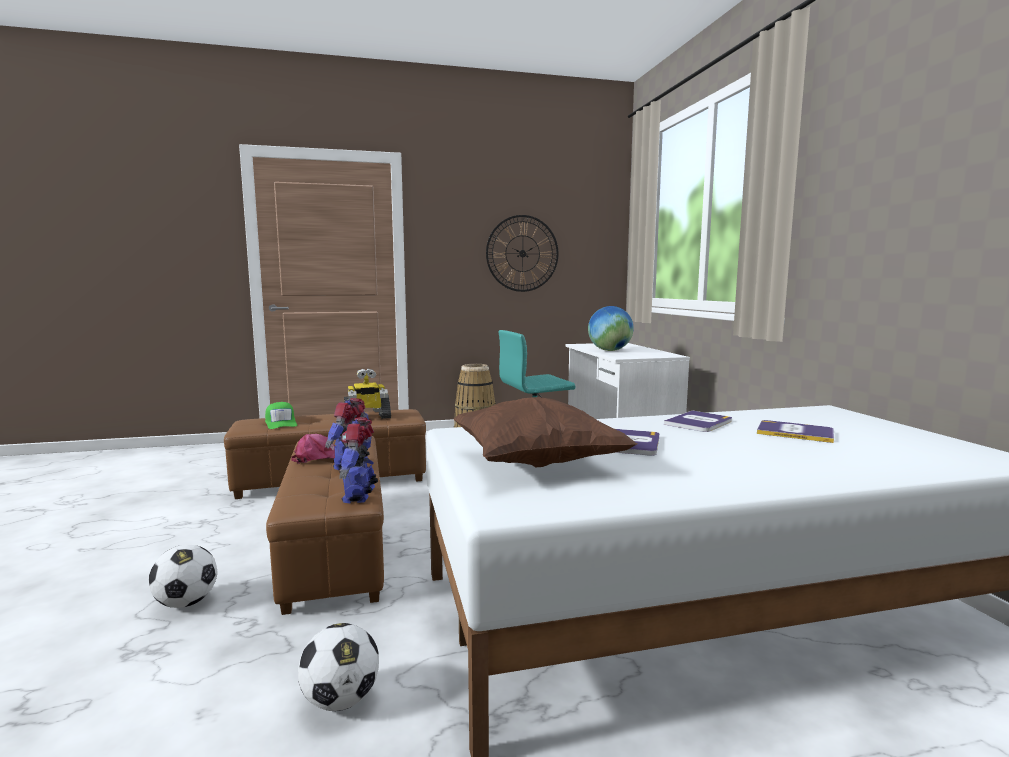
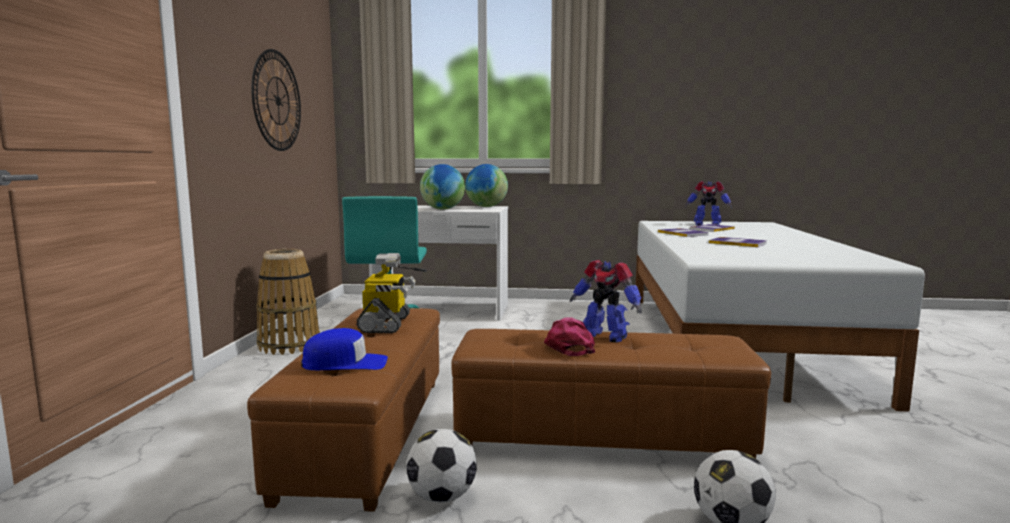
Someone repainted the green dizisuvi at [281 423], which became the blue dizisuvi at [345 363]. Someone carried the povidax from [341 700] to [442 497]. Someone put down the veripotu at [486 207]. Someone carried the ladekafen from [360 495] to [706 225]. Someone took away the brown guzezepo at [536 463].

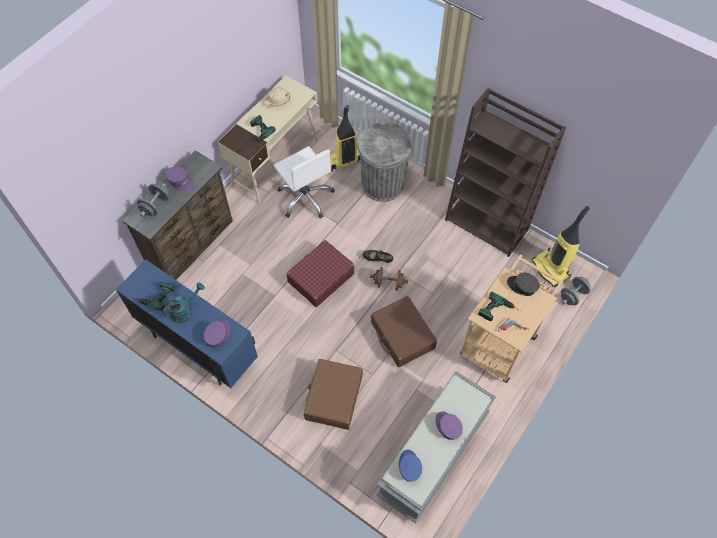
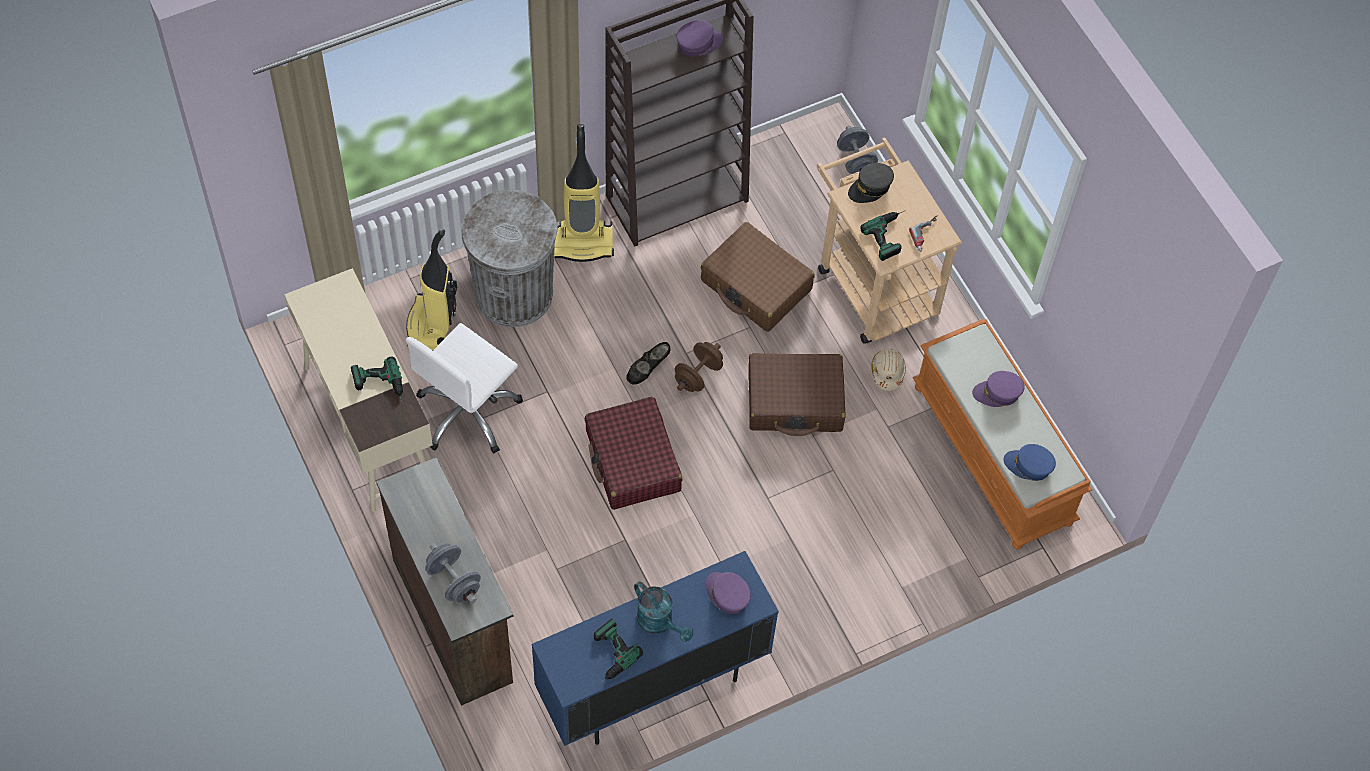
Someone rotated the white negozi at [306 197] by 135 degrees clockwise. Someone carried the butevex from [551 269] to [583 242]. Someone rotated the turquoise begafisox at [185 310] by 150 degrees clockwise. Someone carried the purple dizisuvi from [180 182] to [698 43]. Someone carried the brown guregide from [333 398] to [756 286]. Someone carried the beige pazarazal from [277 100] to [887 372]. Someone repainted the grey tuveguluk at [433 455], which became the orange tuveguluk at [994 455].

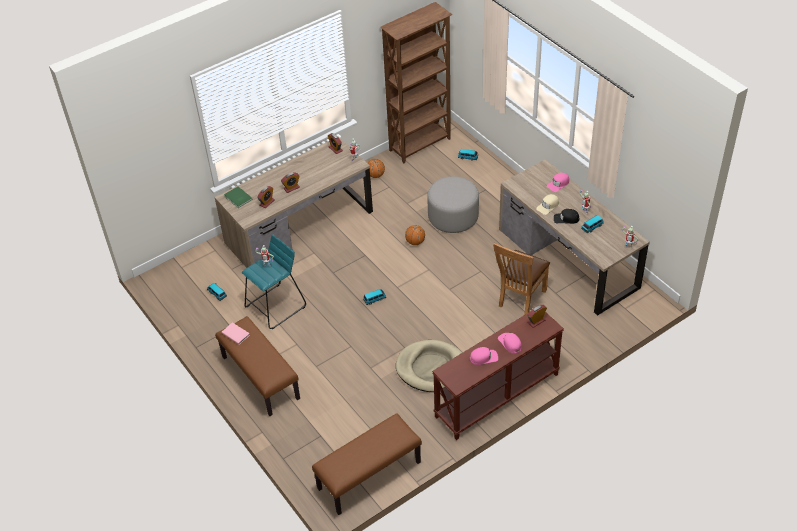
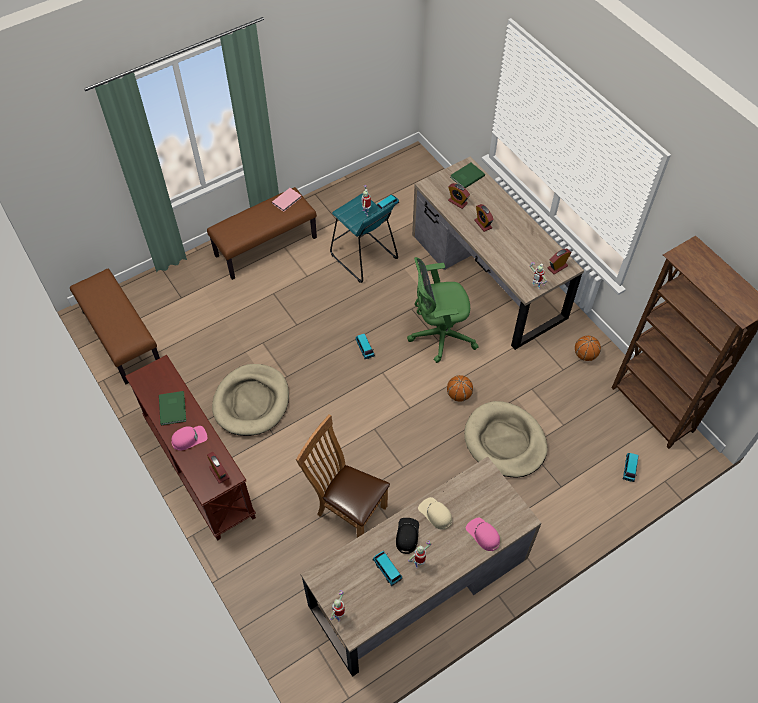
Someone swapped the pink dizisuvi at [483 357] for the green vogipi at [173 408]. Someone put down the green negozi at [439 335]. Someone swapped the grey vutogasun at [453 217] for the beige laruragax at [505 441].

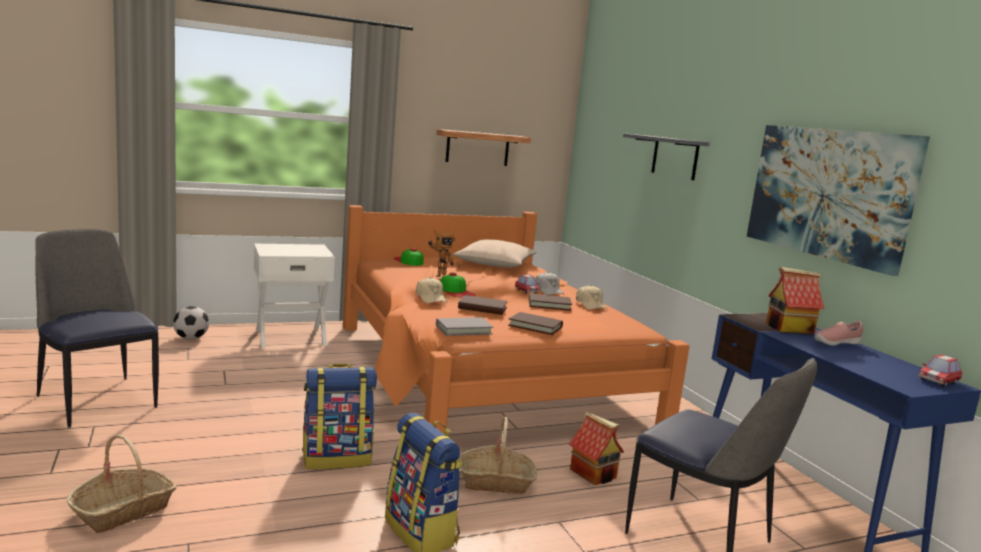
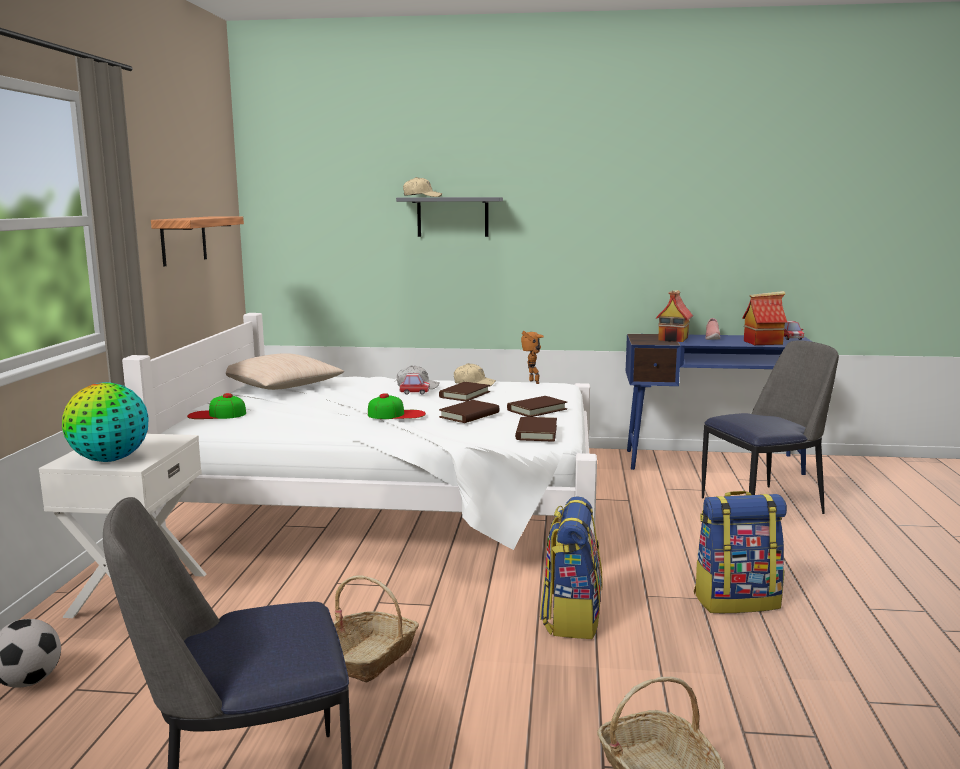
Someone put down the veripotu at [110 460]. Someone repainted the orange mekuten at [485 373], which became the white mekuten at [396 504]. Someone carried the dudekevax from [496 481] to [370 657]. Someone carried the beige dizisuvi from [431 298] to [422 197]. Someone repainted the grey vogipi at [463 329], which became the brown vogipi at [536 433]. Someone carried the ladekafen from [439 275] to [532 382]. Someone carried the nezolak from [594 473] to [763 342]. Someone took away the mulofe at [828 193].

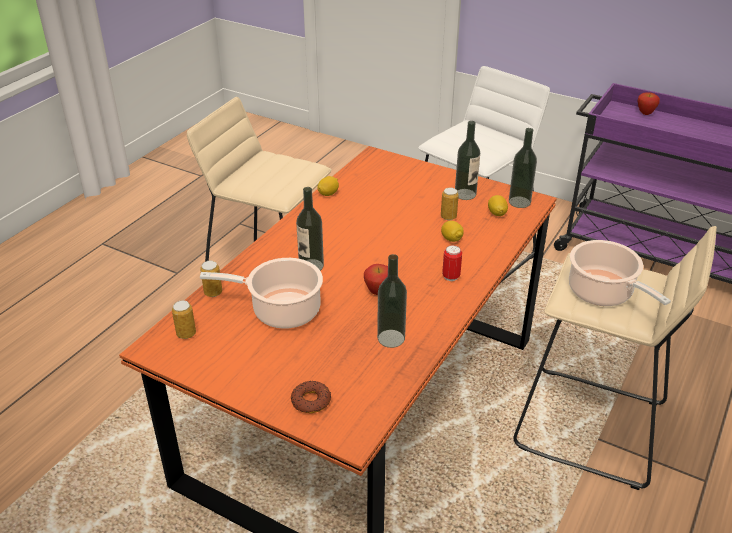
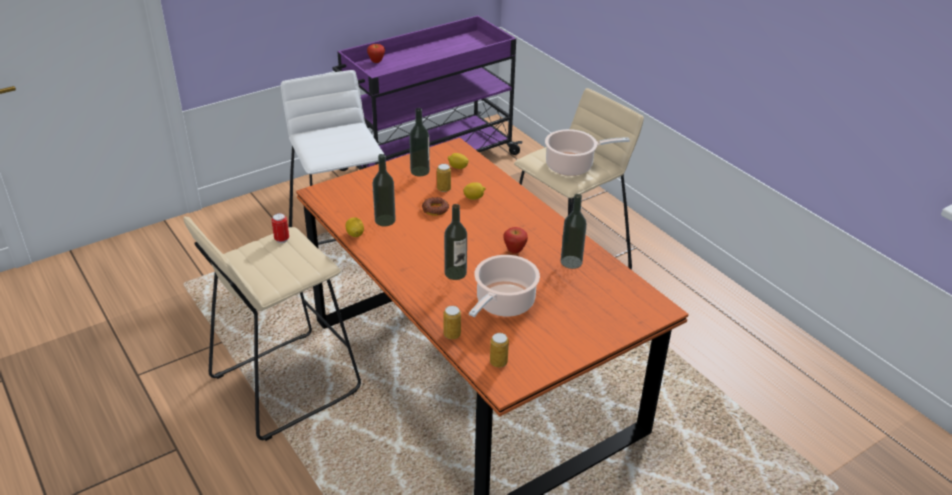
Someone carried the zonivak from [451 277] to [282 239]. Someone carried the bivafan from [519 202] to [385 220]. Someone carried the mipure from [310 401] to [435 209].

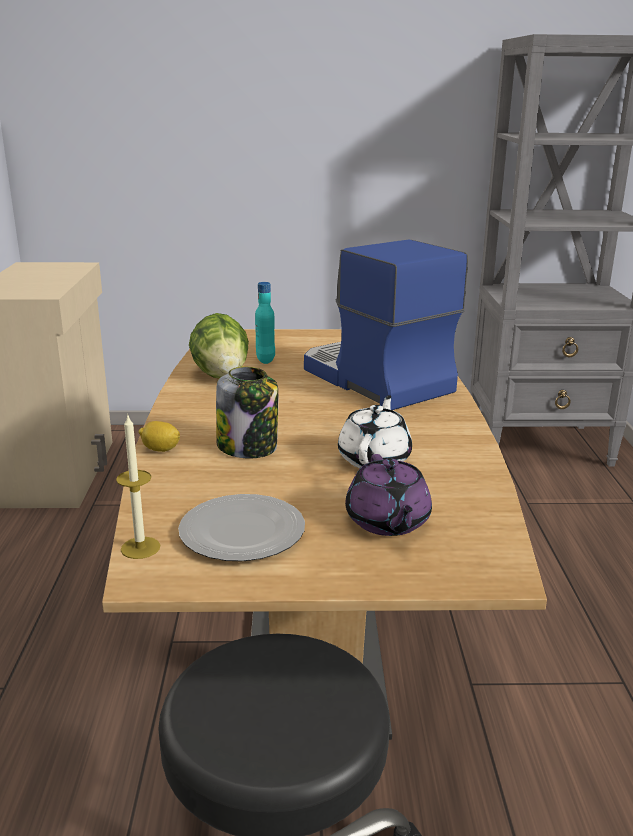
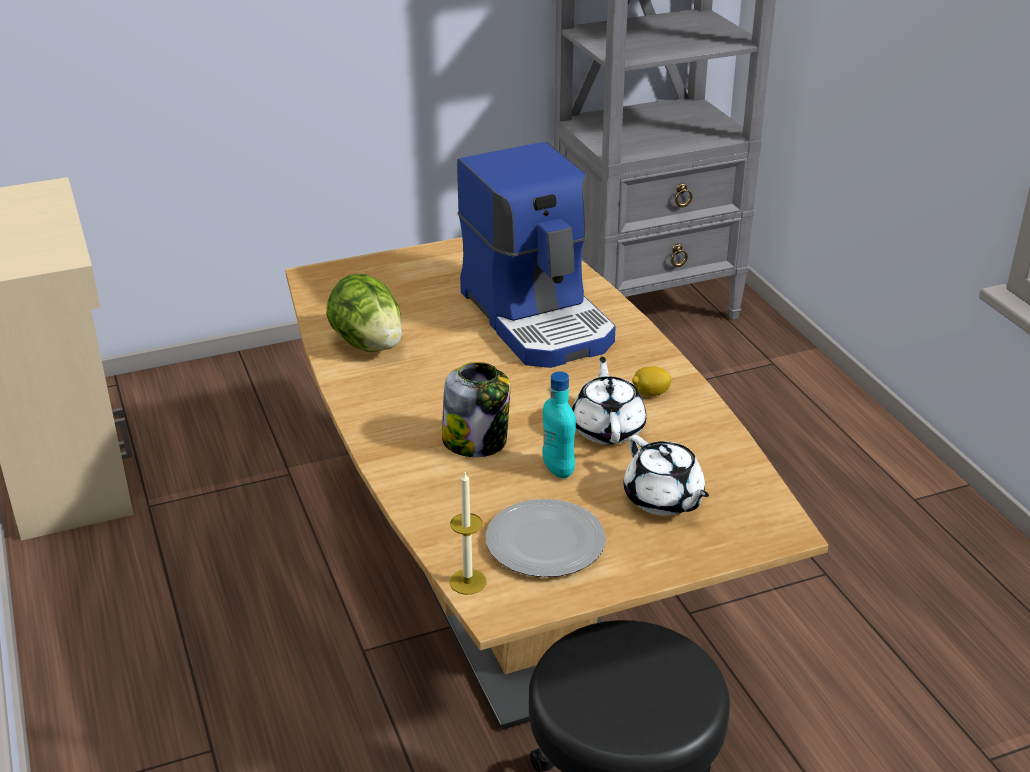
Someone rotated the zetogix at [373 380] by 150 degrees counterclockwise. Someone carried the turquoise bivafan from [265 360] to [558 469]. Someone repainted the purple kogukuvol at [387 522], which became the white kogukuvol at [664 500]. Someone carried the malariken from [160 450] to [650 393].

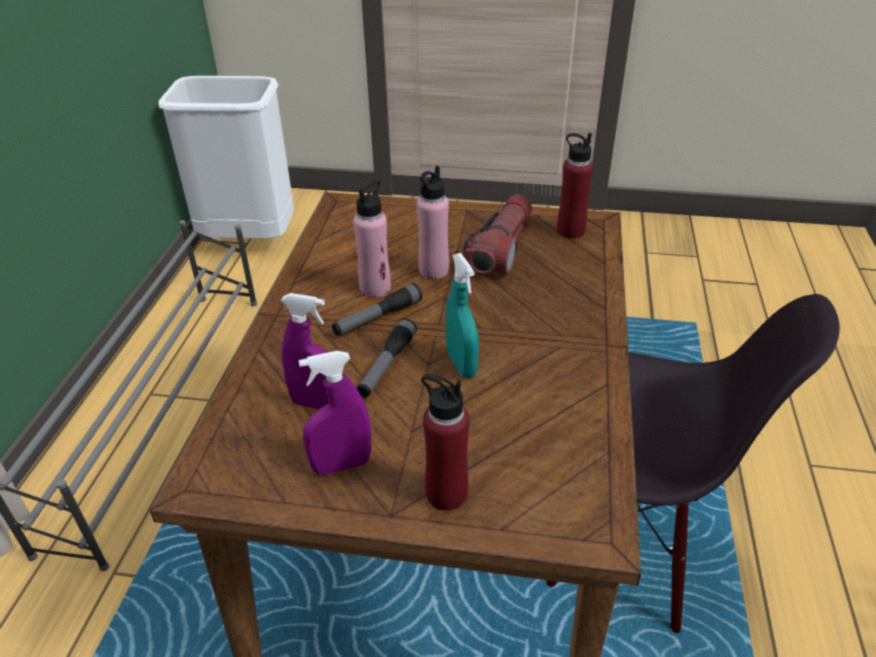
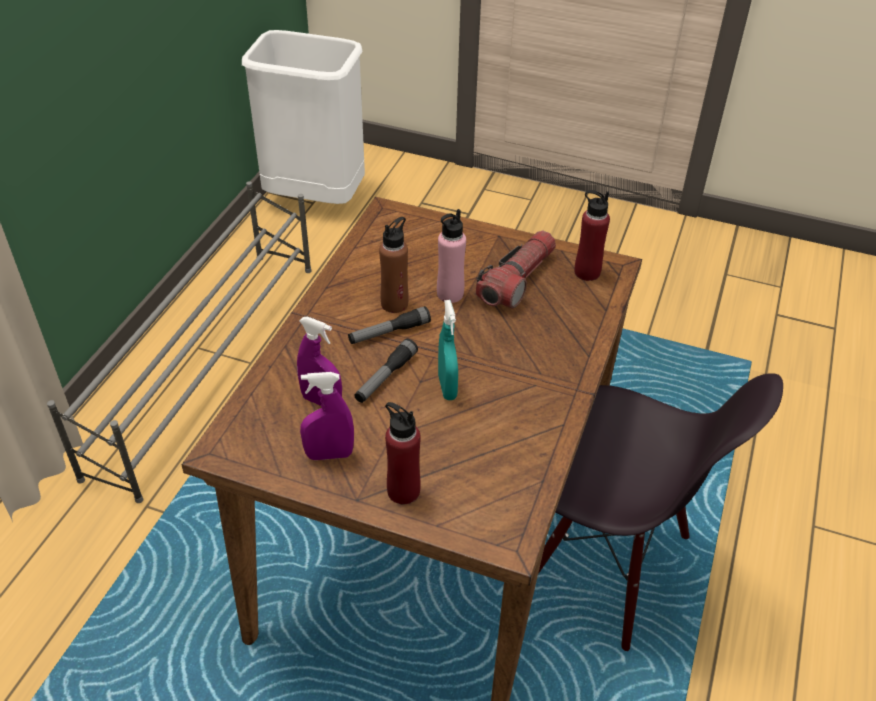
Someone repainted the pink bivafan at [375 288], which became the brown bivafan at [394 304].

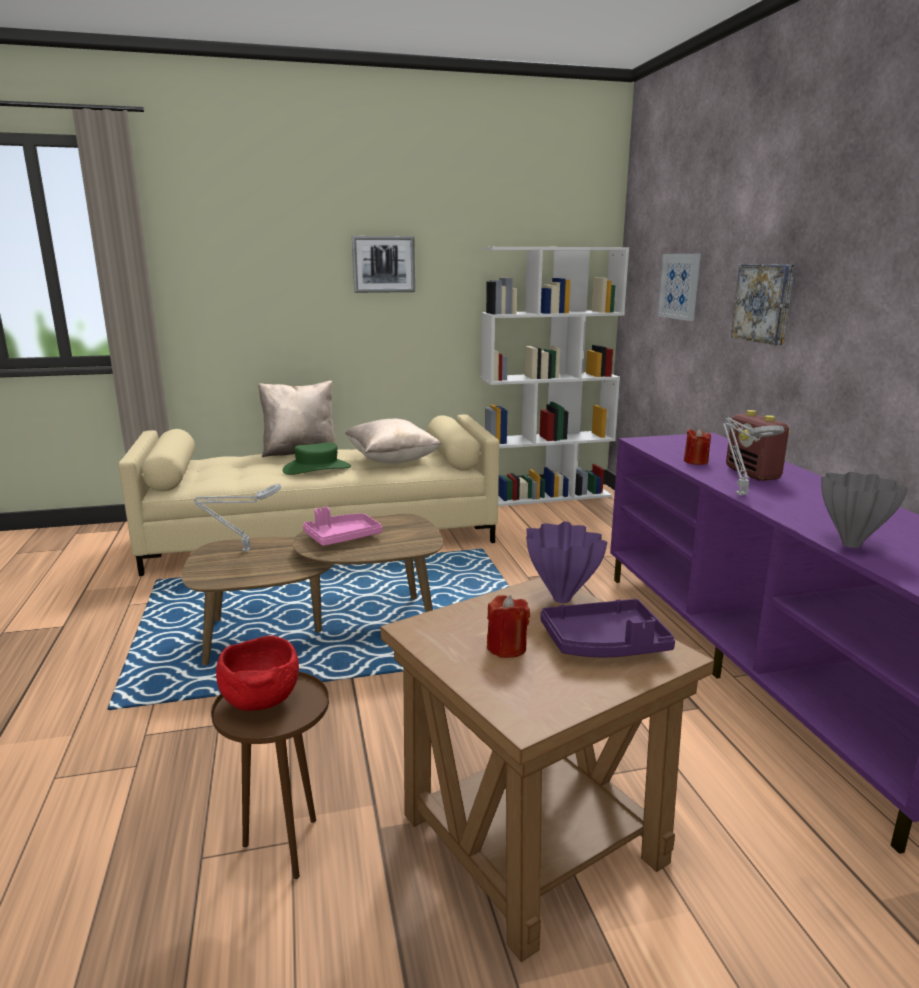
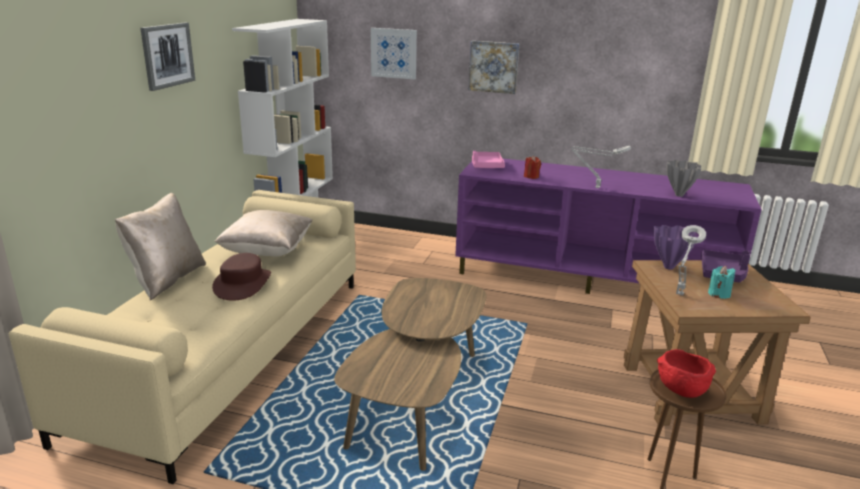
Someone repainted the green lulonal at [317 468], which became the brown lulonal at [242 284]. Someone carried the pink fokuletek from [342 537] to [486 166]. Someone carried the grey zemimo from [243 550] to [679 295]. Someone repainted the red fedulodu at [506 648], which became the turquoise fedulodu at [719 294]. Someone took away the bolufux at [753 474].

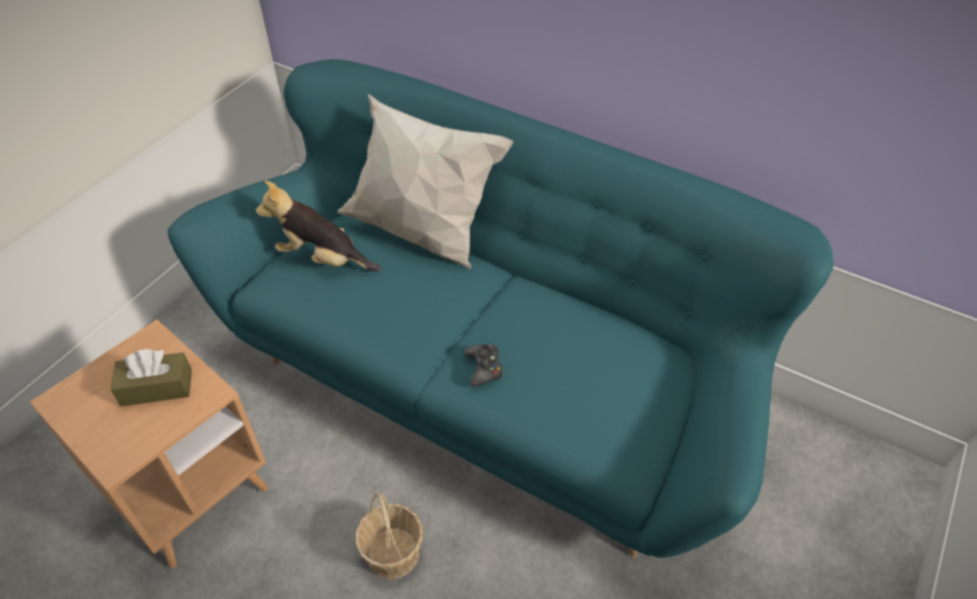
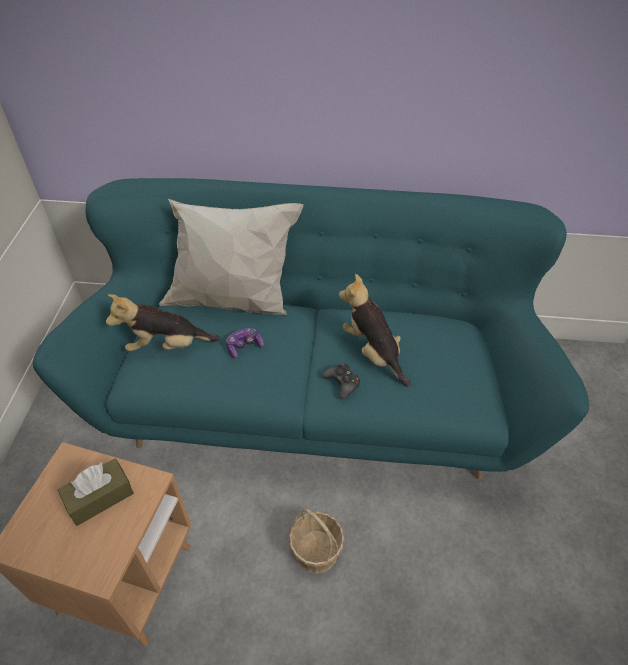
Someone put down the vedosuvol at [244 346]. Someone put down the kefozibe at [373 352].

